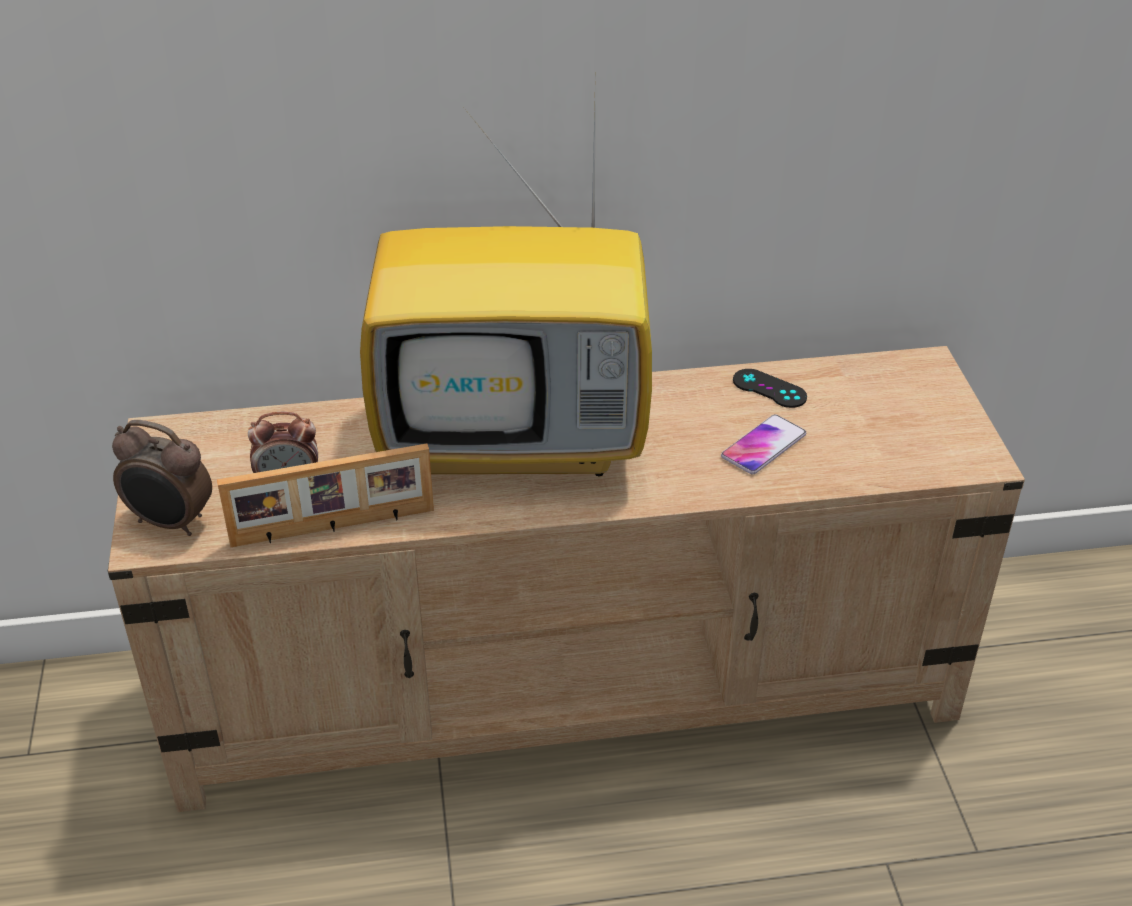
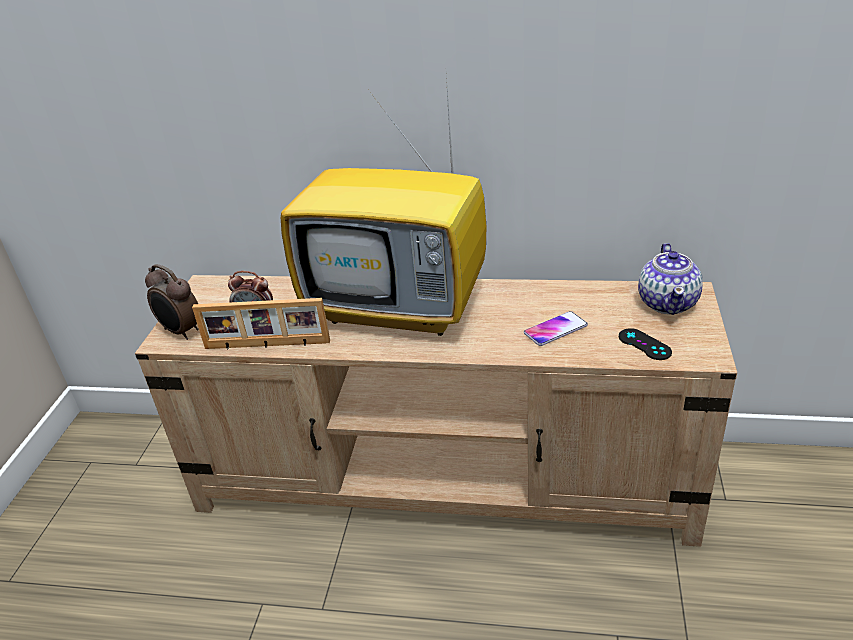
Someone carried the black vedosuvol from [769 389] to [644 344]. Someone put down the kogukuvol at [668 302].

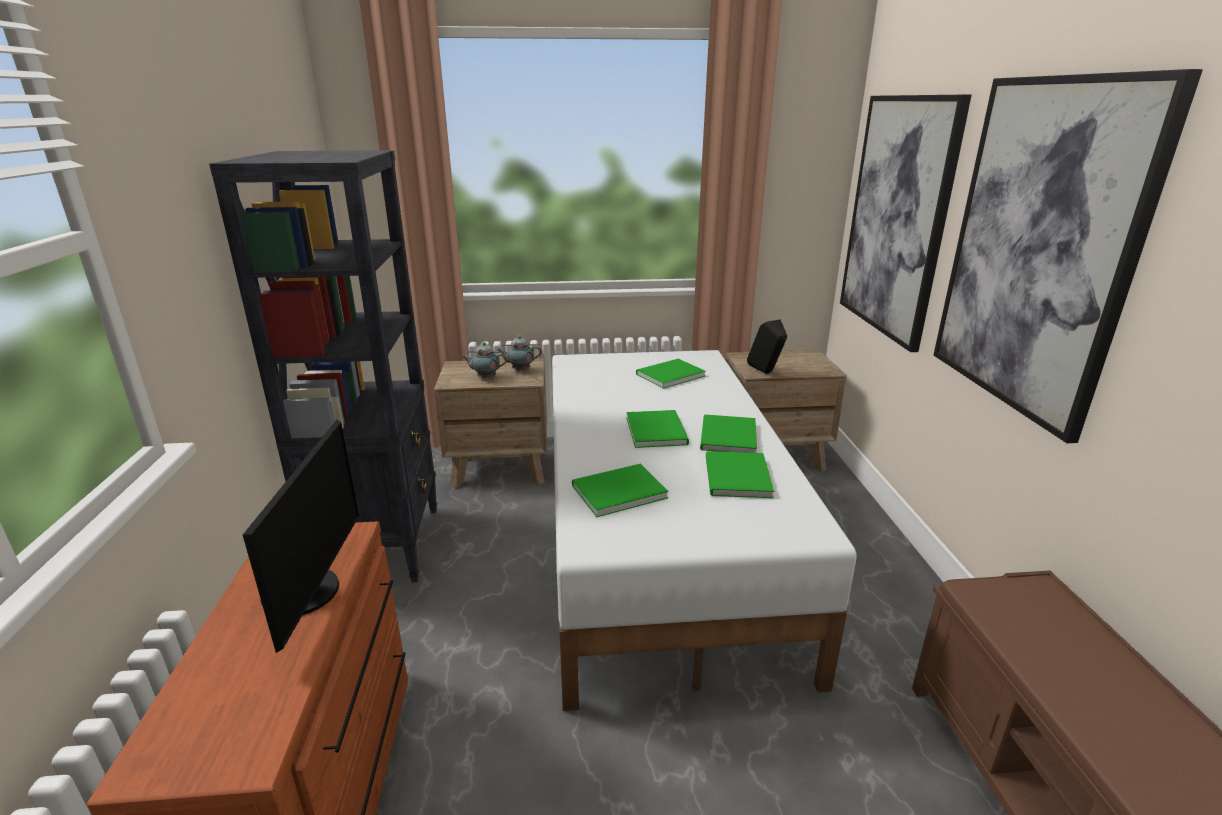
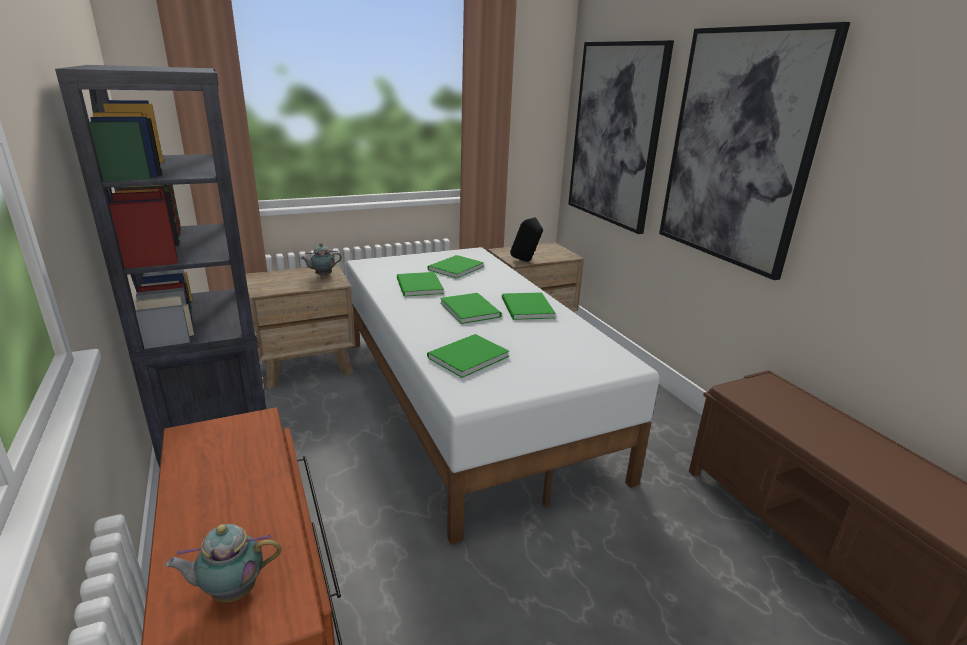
Someone carried the kogukuvol from [485 378] to [231 591]. Someone carried the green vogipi from [735 478] to [418 286]. Someone took away the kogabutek at [310 592].

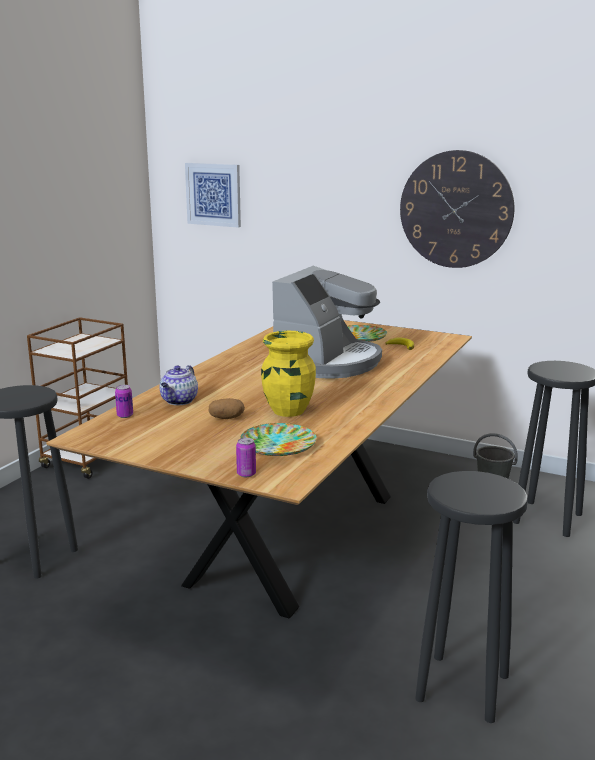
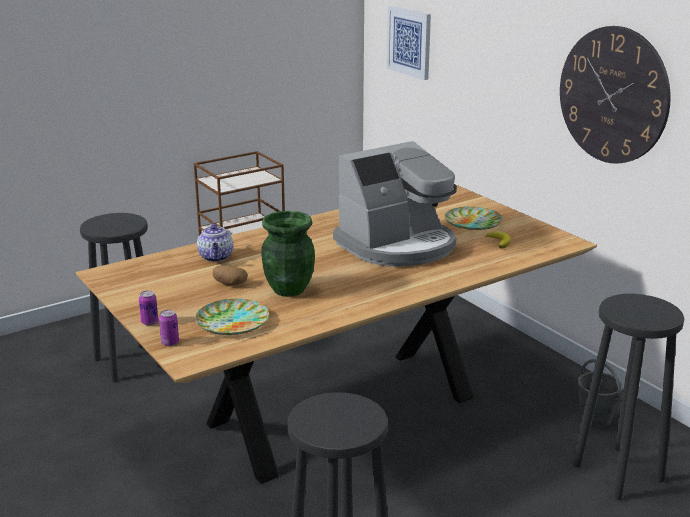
Someone carried the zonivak from [125 415] to [149 322]. Someone rotated the kogukuvol at [179 401] by 60 degrees counterclockwise. Someone repainted the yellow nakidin at [287 411], which became the green nakidin at [288 289].

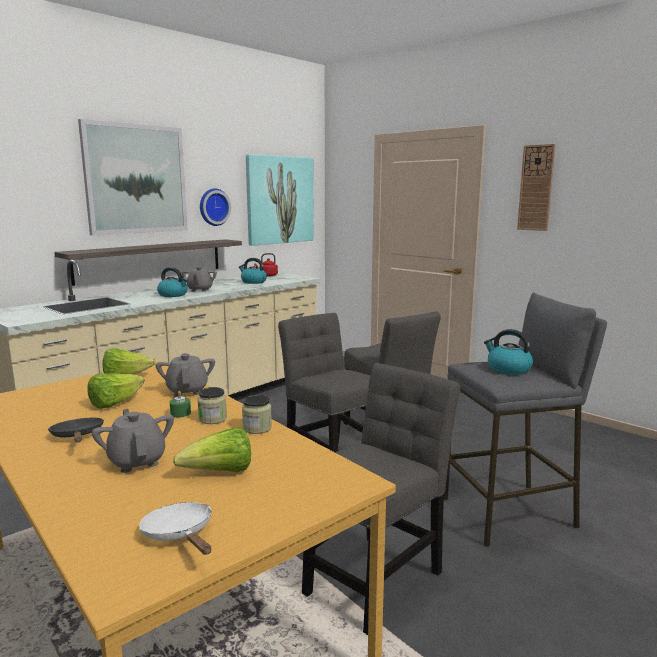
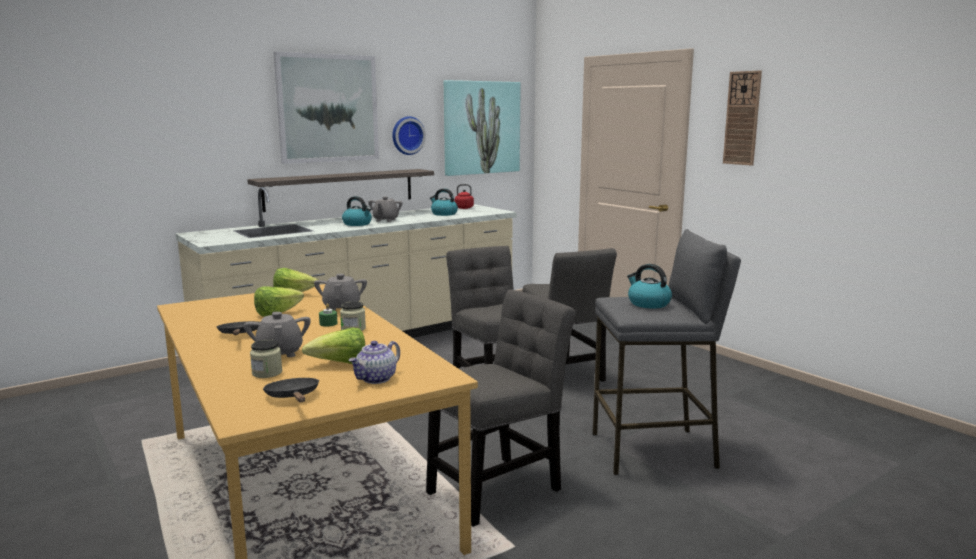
Someone carried the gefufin from [257 428] to [267 373]. Someone repainted the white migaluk at [180 534], which became the black migaluk at [293 397]. Someone put down the kogukuvol at [376 379].

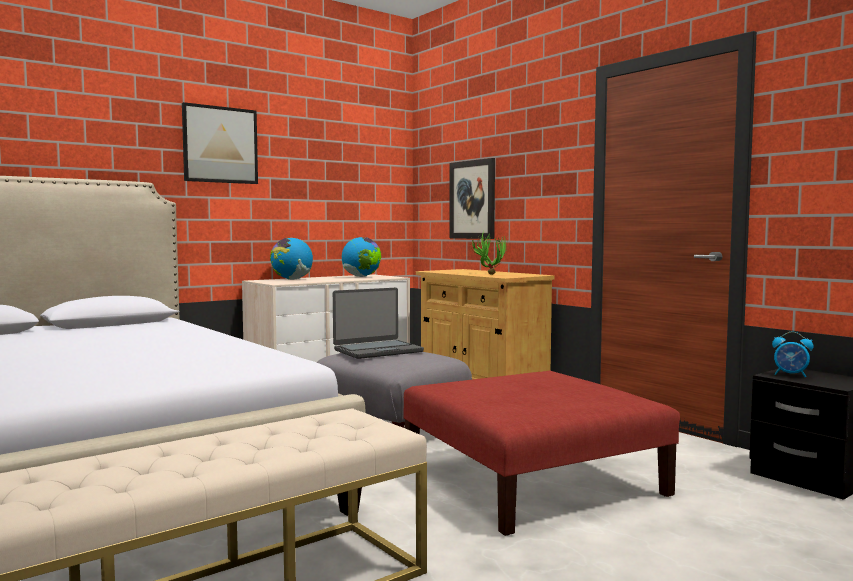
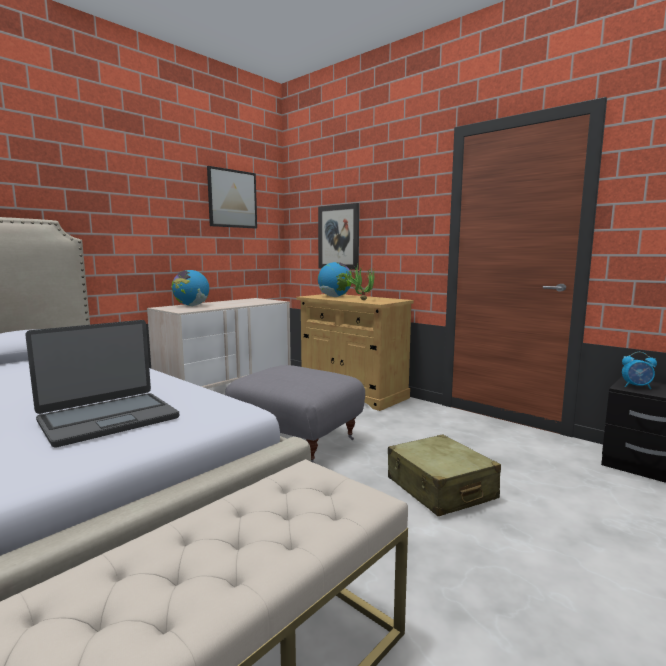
Someone carried the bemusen from [377 351] to [108 419]. Someone carried the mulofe from [220 145] to [232 199]. Someone carried the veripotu from [361 277] to [335 297]. Someone swapped the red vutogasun at [533 480] for the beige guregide at [440 488].

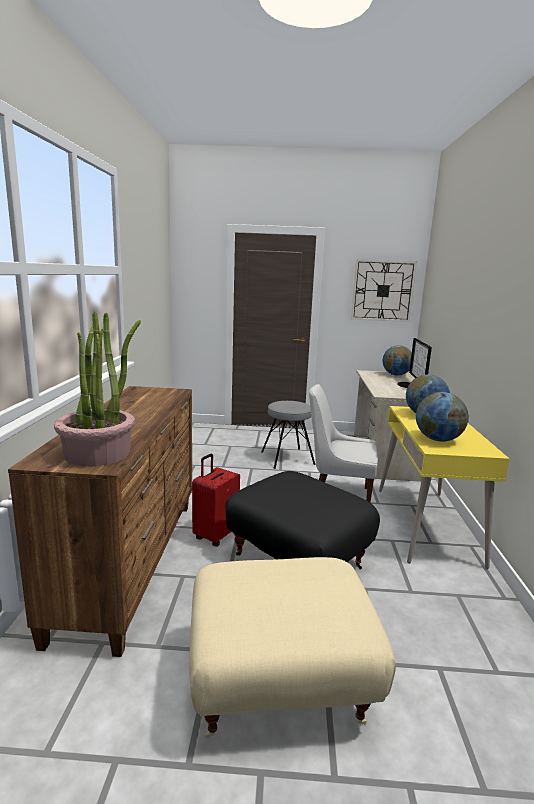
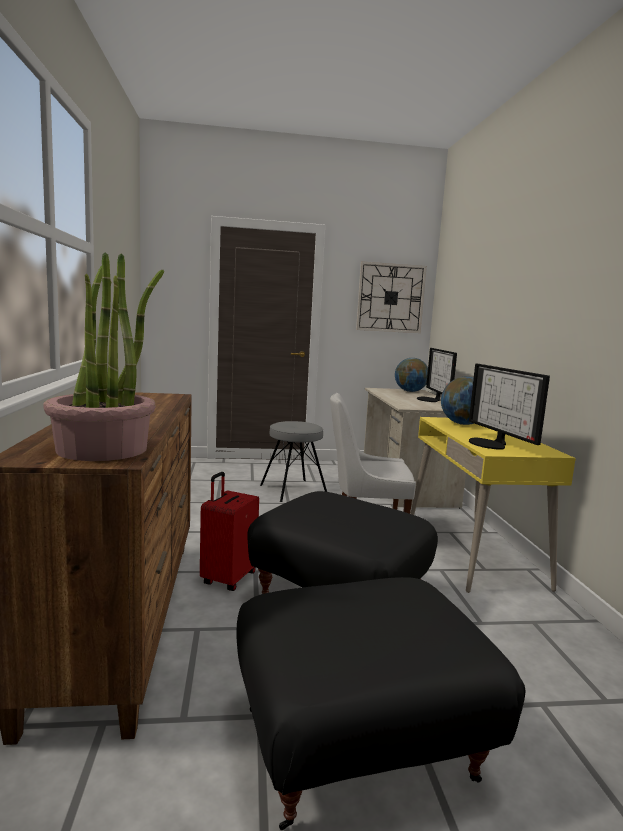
Someone repainted the beige vutogasun at [279 684], which became the black vutogasun at [359 747]. Someone swapped the veripotu at [438 440] for the kogabutek at [491 444].

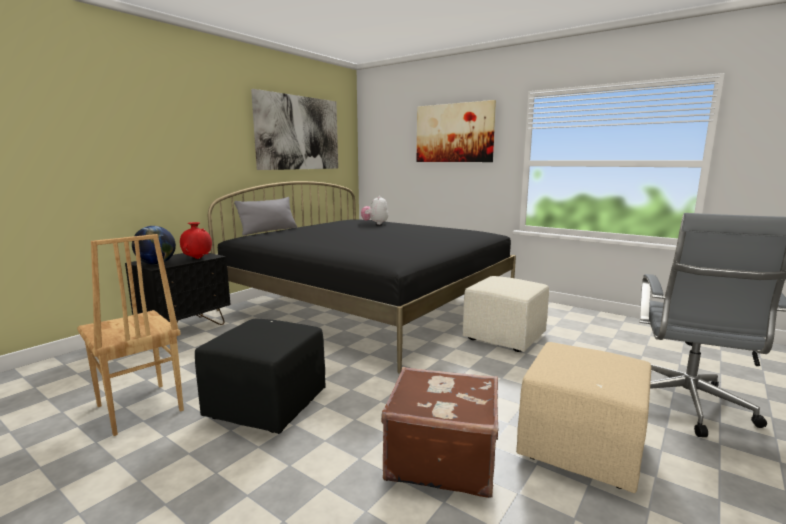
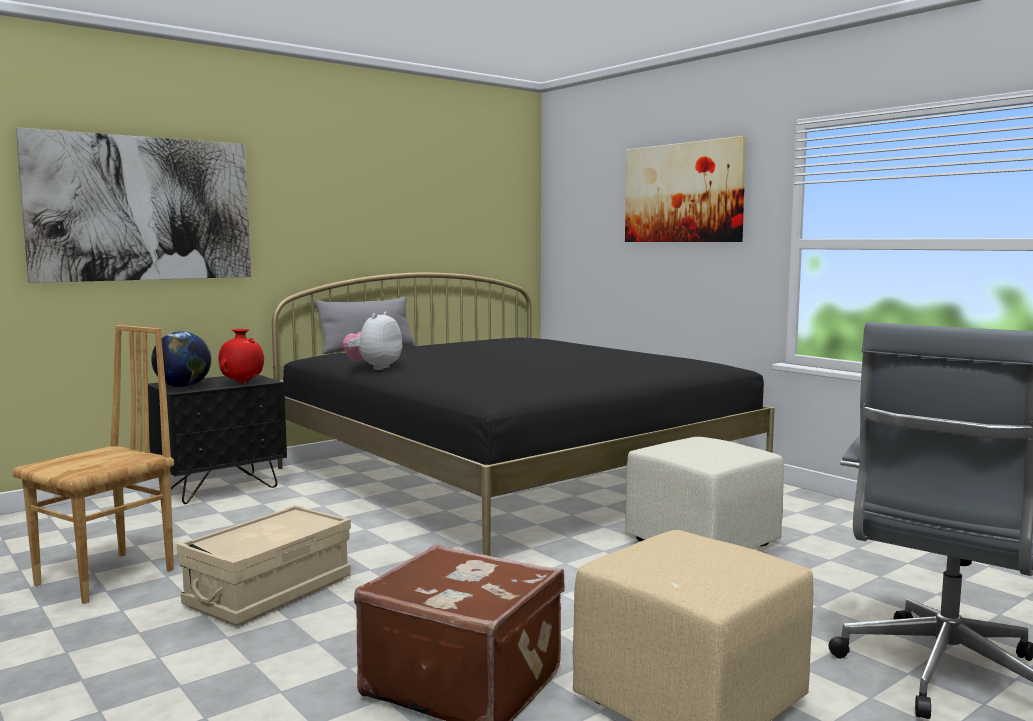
Someone rotated the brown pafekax at [138 409] by 120 degrees counterclockwise. Someone carried the mulofe from [298 133] to [142 209]. Someone swapped the black vutogasun at [267 405] for the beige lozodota at [269 592]. Someone carried the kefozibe from [375 223] to [374 368].

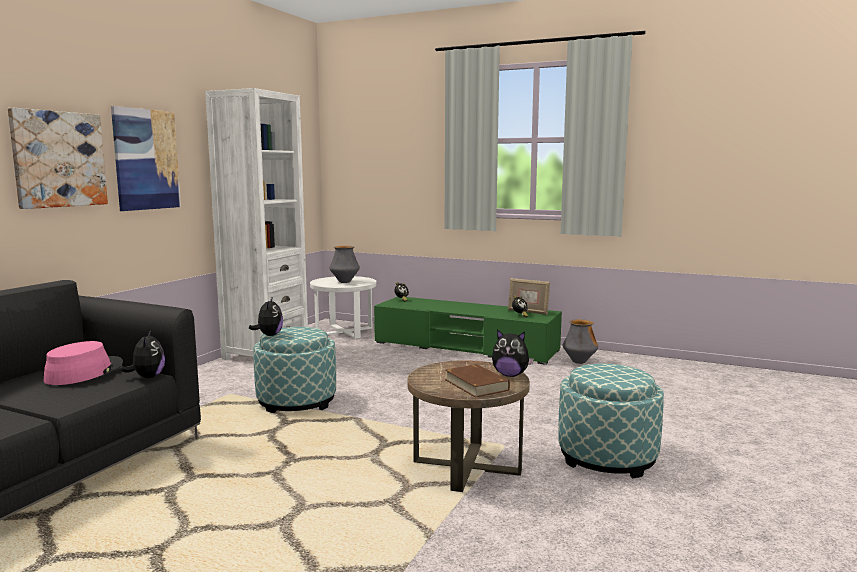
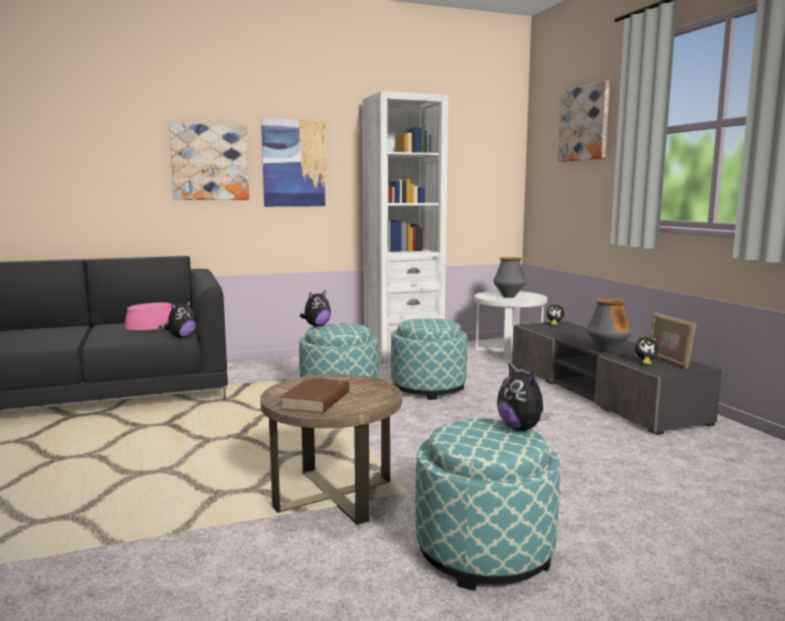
Someone put down the vutogasun at [428 388]. Someone carried the kefozibe from [510 375] to [521 428]. Someone repainted the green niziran at [465 347], which became the grey niziran at [599 392]. Someone put up the mulofe at [584 123]. Someone carried the nakidin from [579 362] to [607 350].

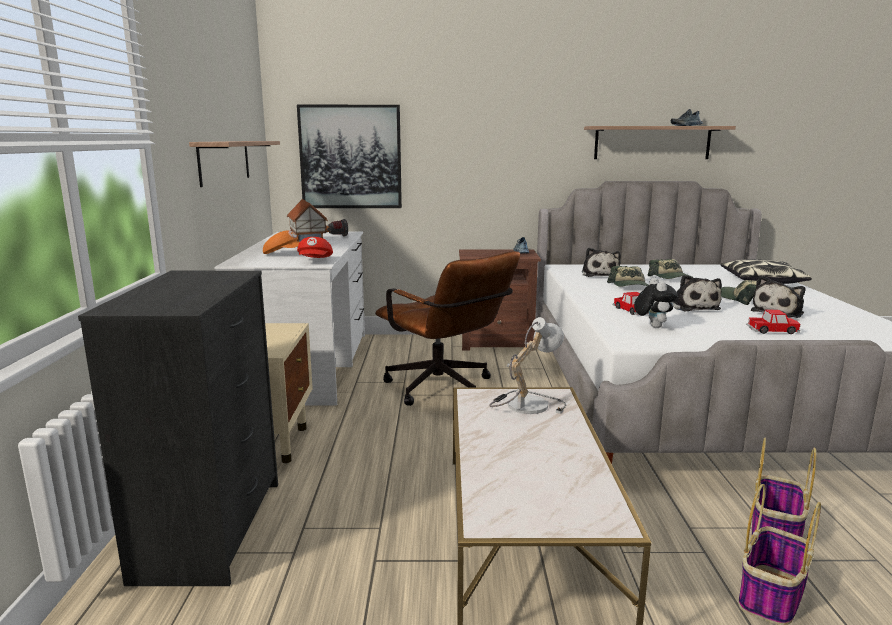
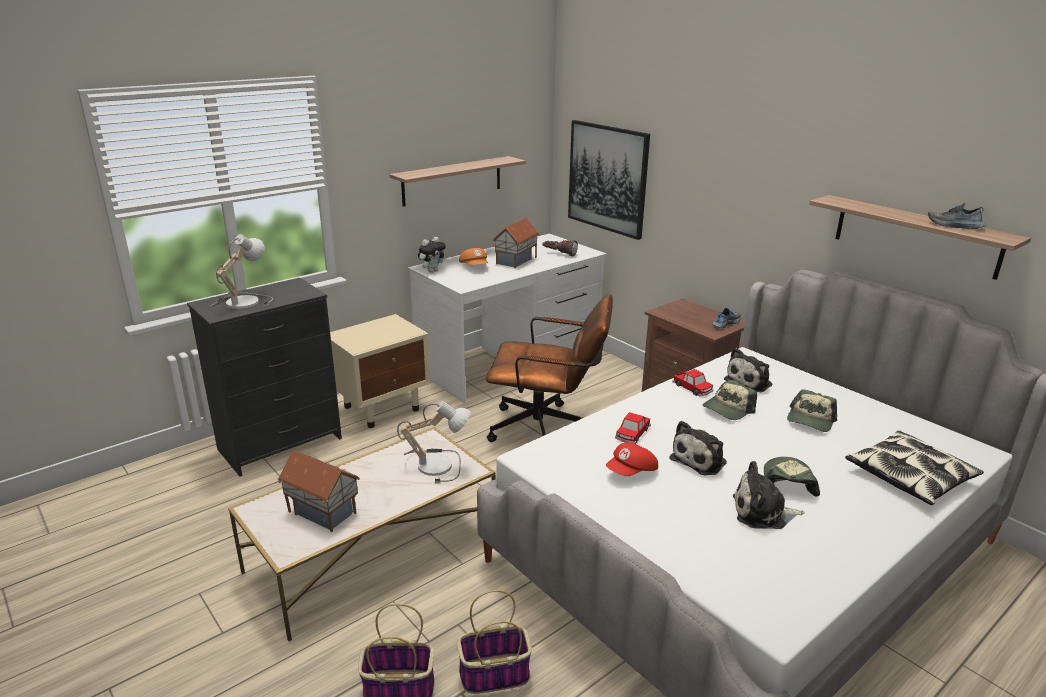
Someone put down the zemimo at [241 301]. Someone put down the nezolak at [323 510]. Someone carried the kefozibe from [652 326] to [432 270]. Someone rotated the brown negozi at [445 390] by 90 degrees counterclockwise. Someone carried the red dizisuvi from [315 261] to [632 472]. Someone carried the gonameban from [773 330] to [692 388].

